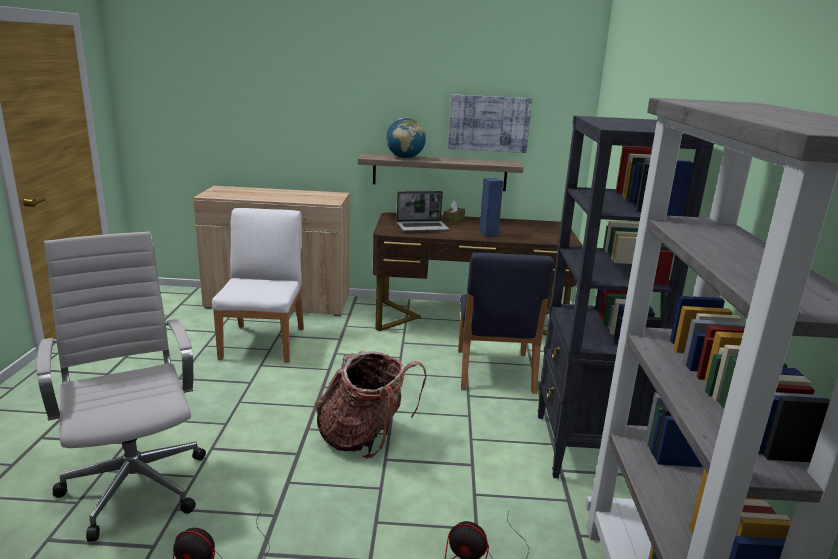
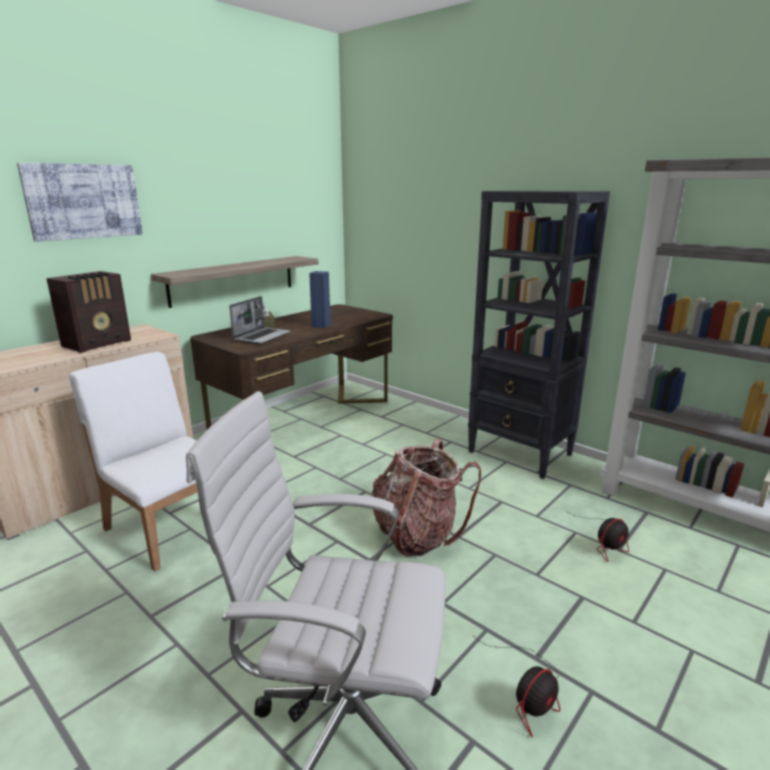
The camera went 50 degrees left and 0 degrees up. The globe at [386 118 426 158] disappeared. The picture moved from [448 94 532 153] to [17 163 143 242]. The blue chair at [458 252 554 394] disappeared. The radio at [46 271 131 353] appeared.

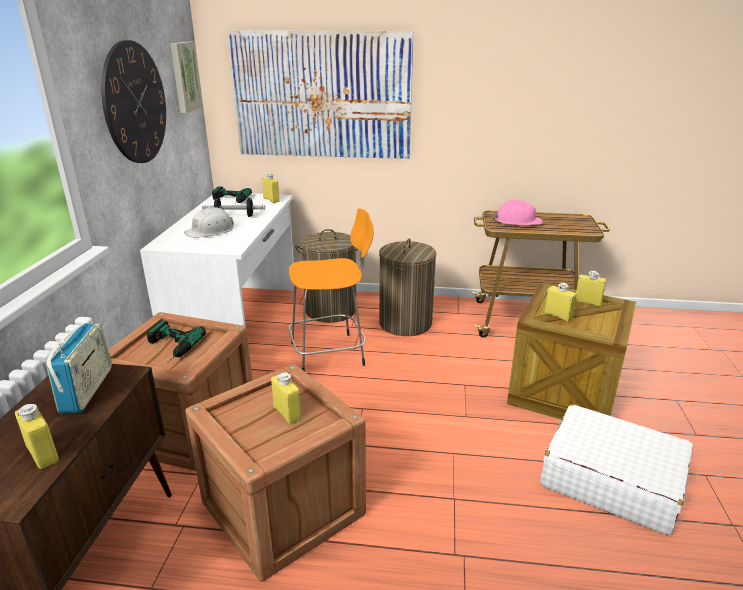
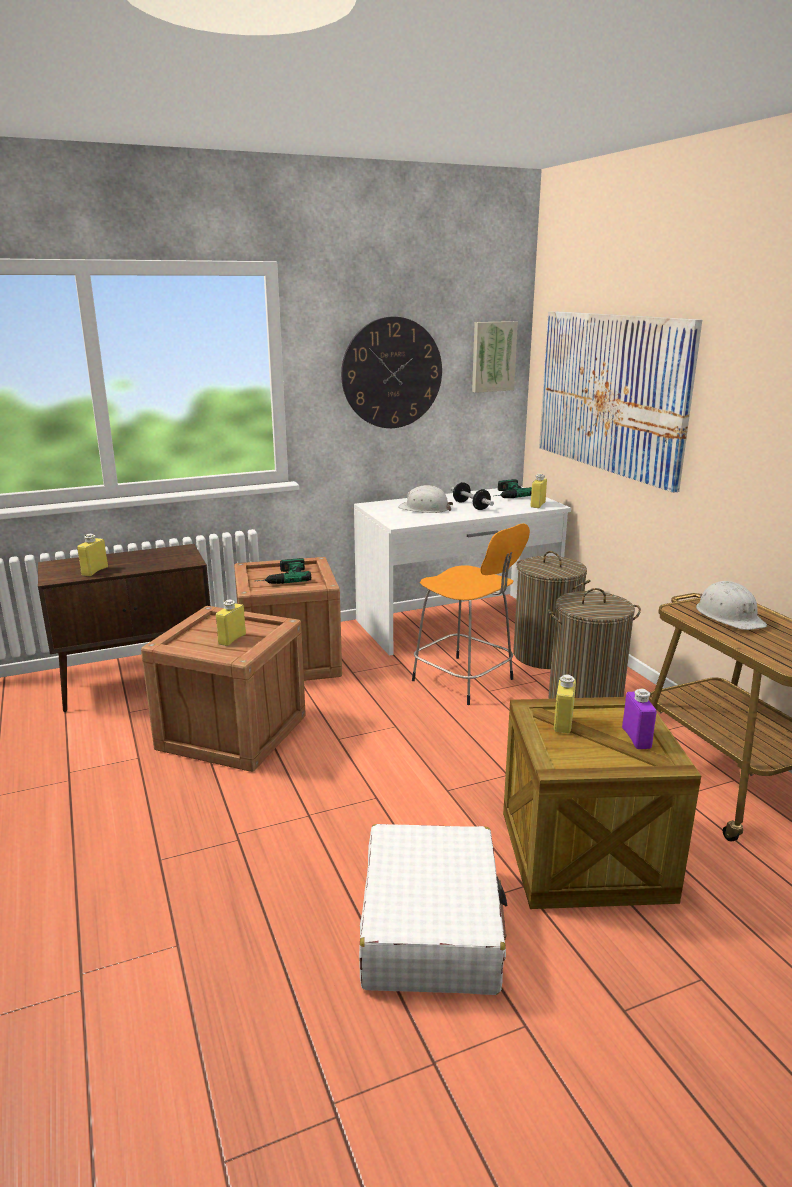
The camera went 60 degrees right and 5 degrees down. The radio at [46 323 112 413] disappeared. The pink hard hat at [492 200 542 225] became the white hard hat at [696 581 767 630]. The yellow bottle at [576 271 606 307] became the purple bottle at [622 689 657 749].

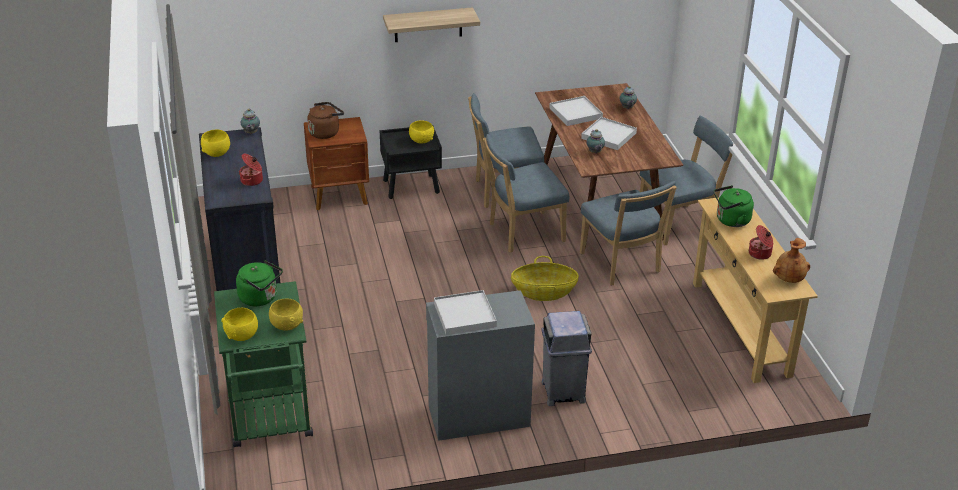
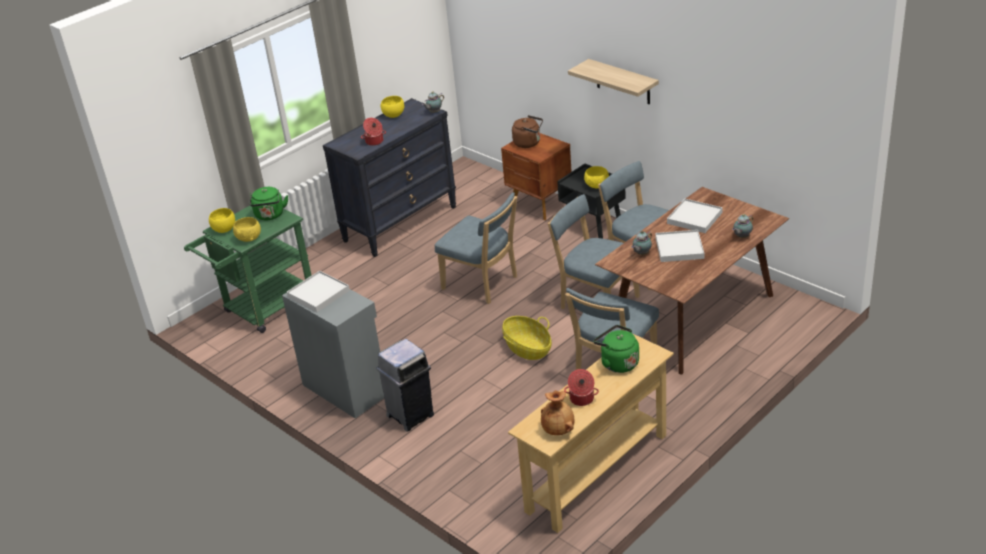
The camera went 60 degrees right and 0 degrees up. The blue chair moved from [640 116 733 245] to [435 192 517 304].

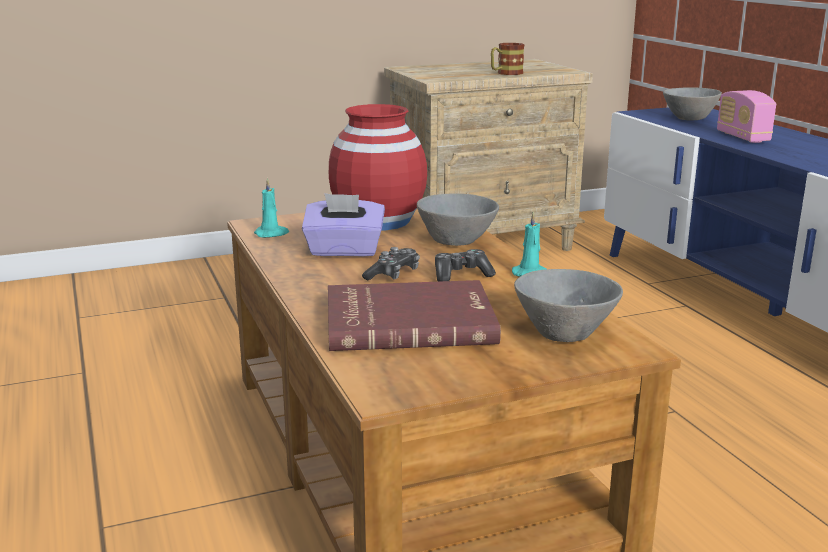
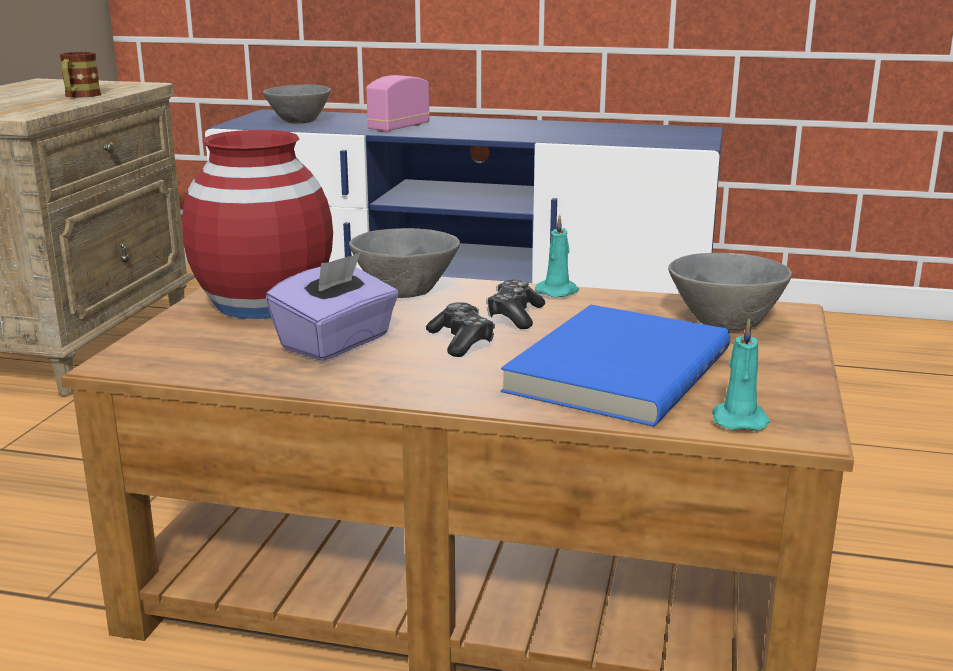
The camera went 55 degrees left and 0 degrees up. The turquoise candle moved from [254 178 289 238] to [712 319 770 430]. The red book at [328 280 501 351] became the blue book at [501 305 730 427]. The radio at [717 90 776 143] turned 105 degrees clockwise.

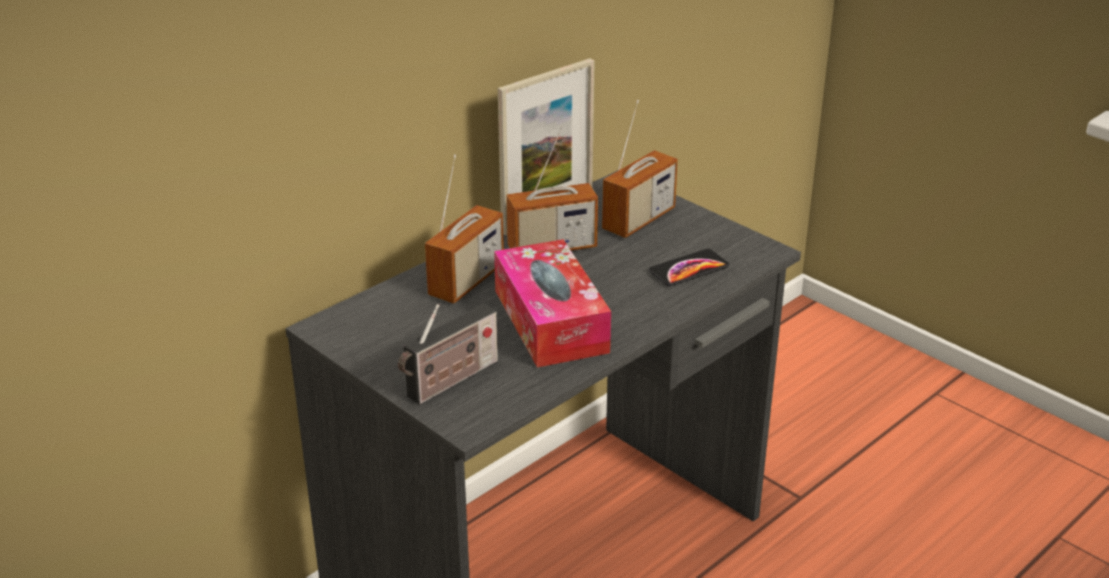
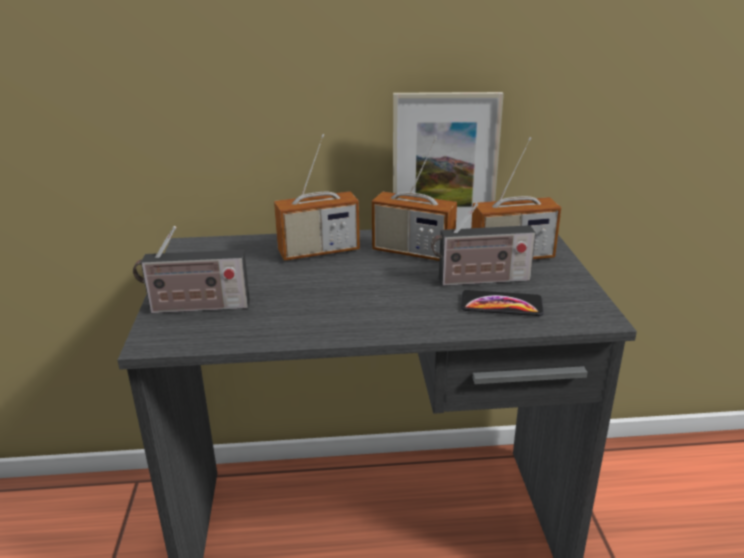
The camera went 40 degrees right and 5 degrees down. The tissue box at [494 239 611 367] disappeared. The radio at [431 203 536 286] appeared.

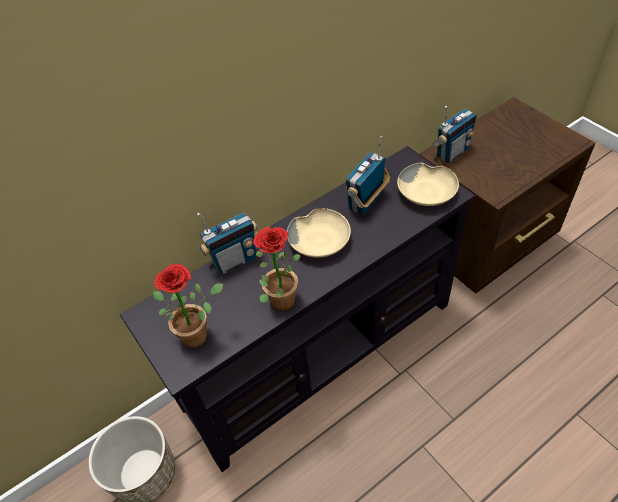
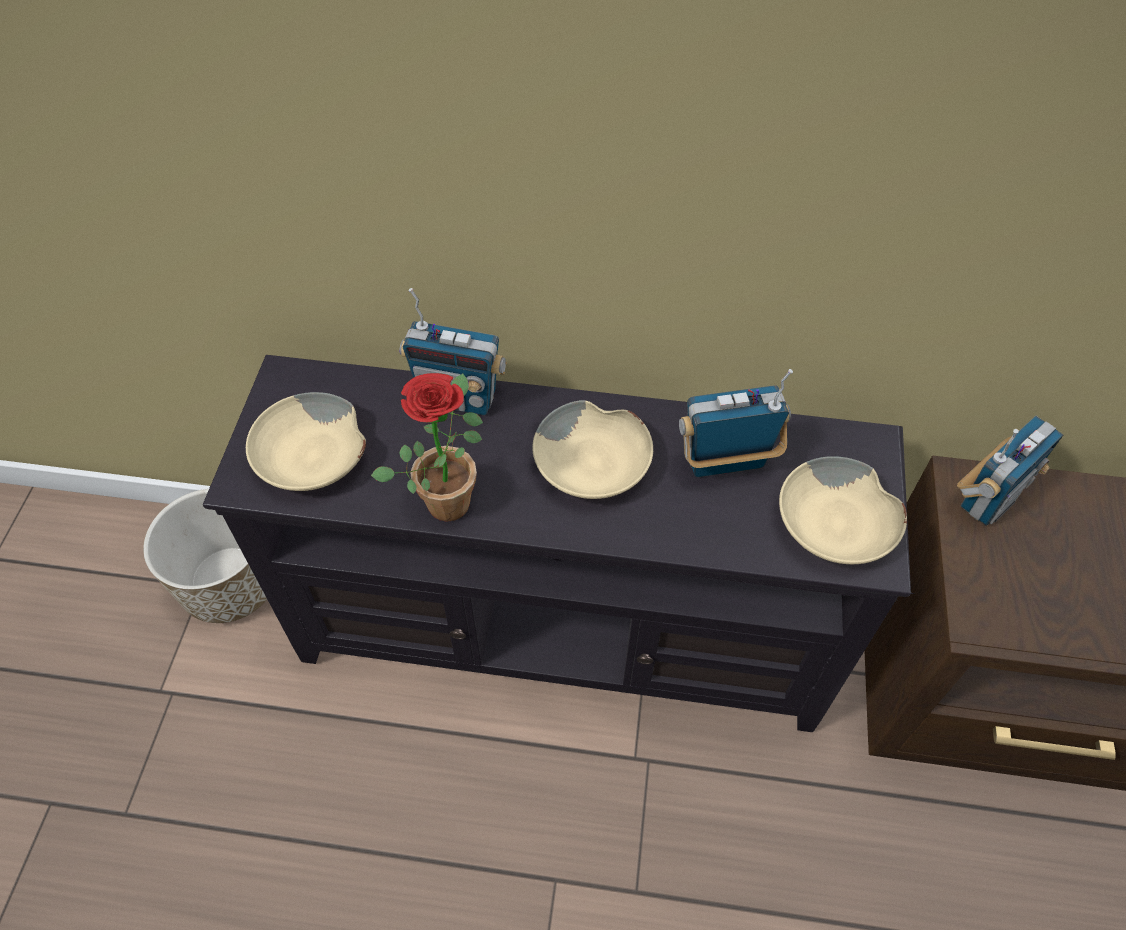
The camera went 40 degrees right and 5 degrees up. The potted plant at [153 264 223 348] was replaced by the beige bowl at [246 392 366 491]. The radio at [432 106 477 163] turned 45 degrees counterclockwise.

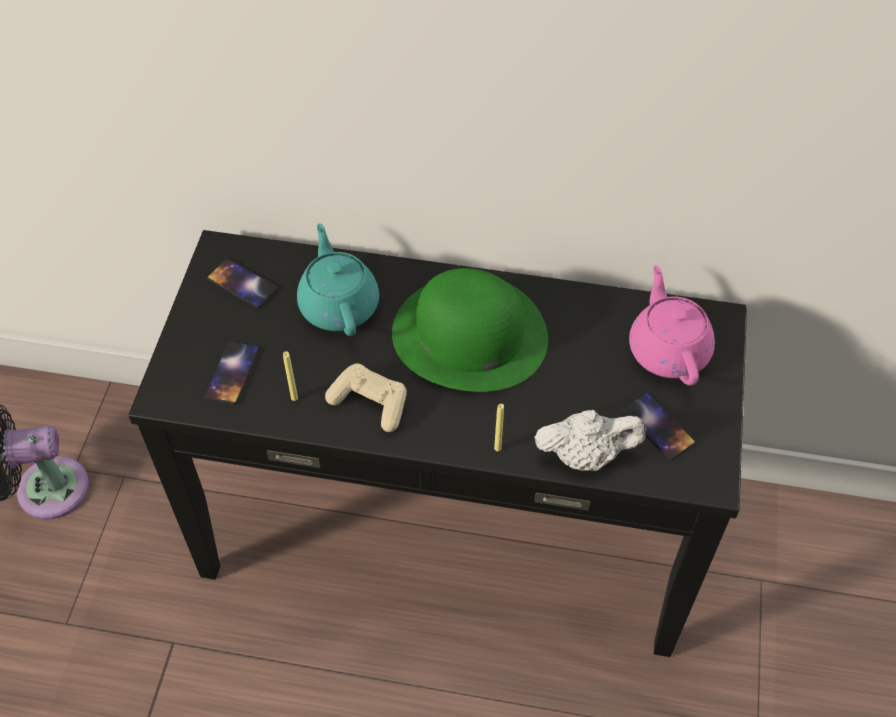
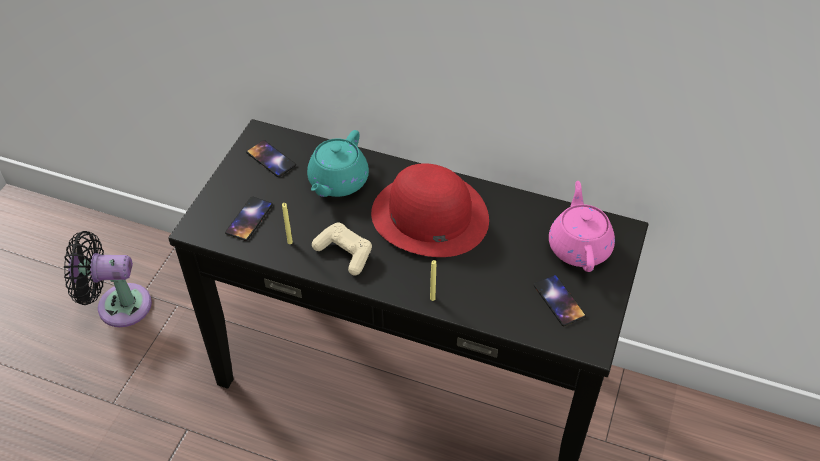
The camera went 10 degrees right and 5 degrees down. The turquoise teapot at [297 224 379 336] turned 150 degrees counterclockwise. The green hat at [392 268 548 392] became the red hat at [371 163 489 257]. The white teapot at [535 410 647 471] disappeared.

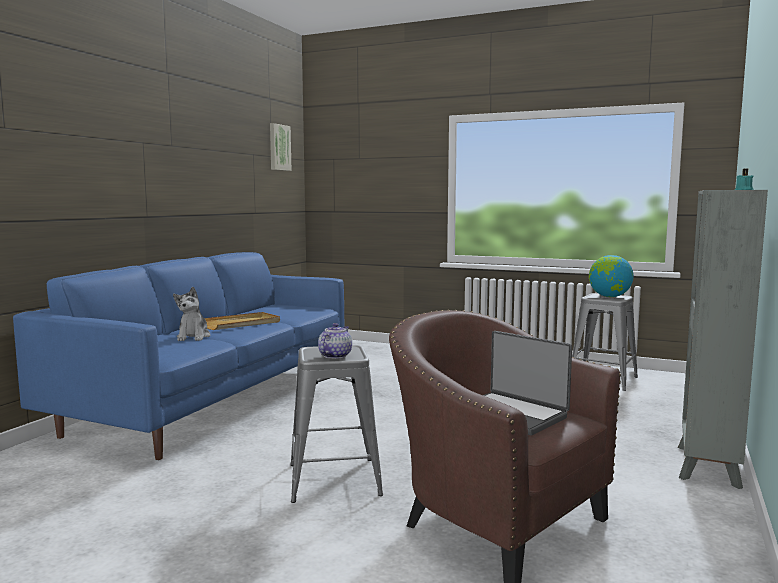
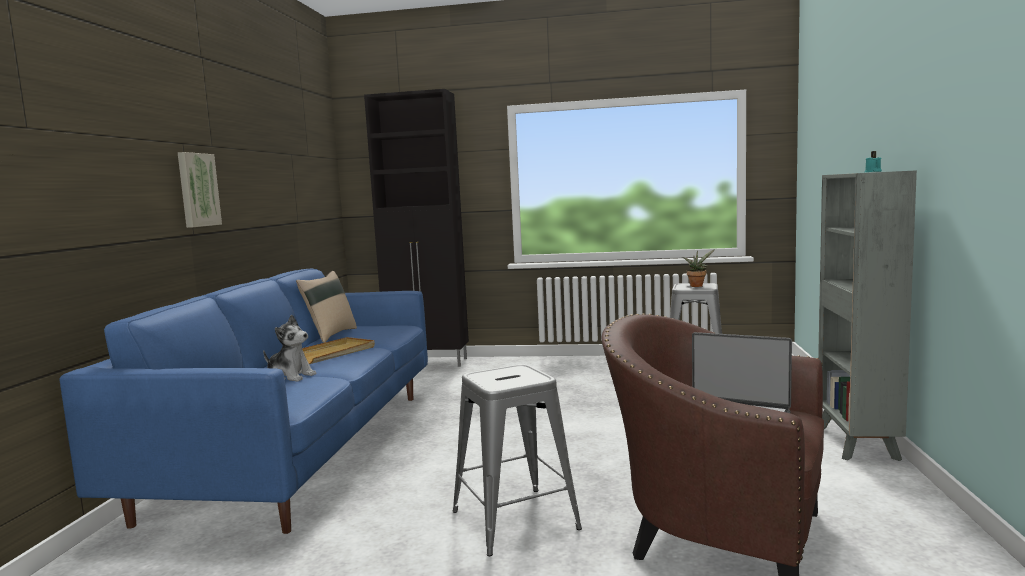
The camera went 15 degrees left and 0 degrees up. The plush toy at [173 287 210 341] turned 45 degrees counterclockwise. The picture moved from [270 123 292 171] to [177 152 222 228]. The teapot at [318 323 352 359] disappeared. The globe at [589 255 634 297] was replaced by the potted plant at [683 250 714 287]. The beige pillow at [296 271 357 343] appeared. The black cabinet at [364 89 469 367] appeared.

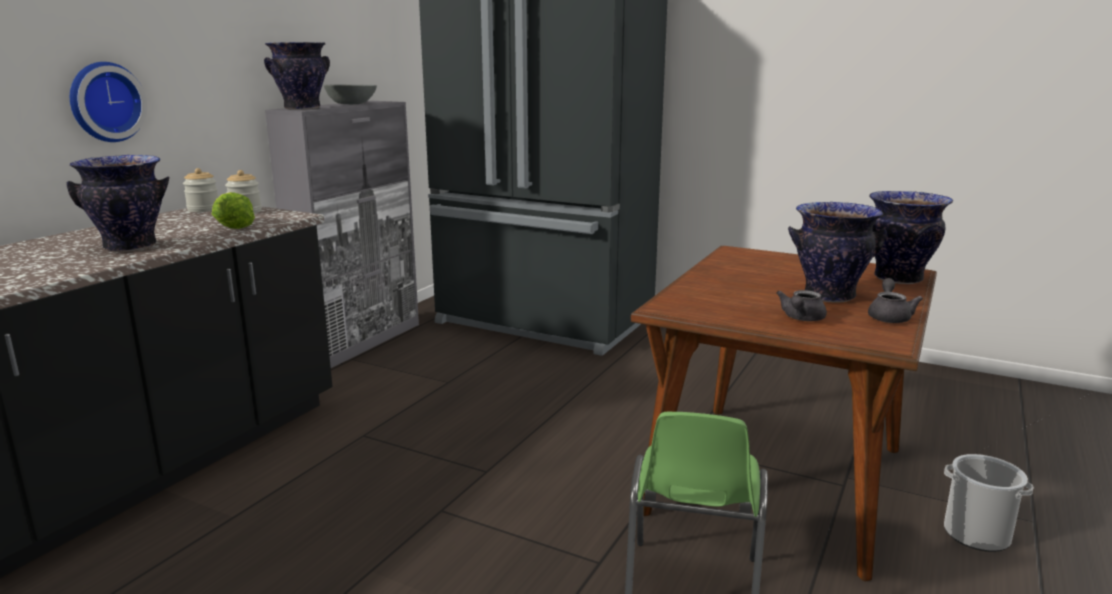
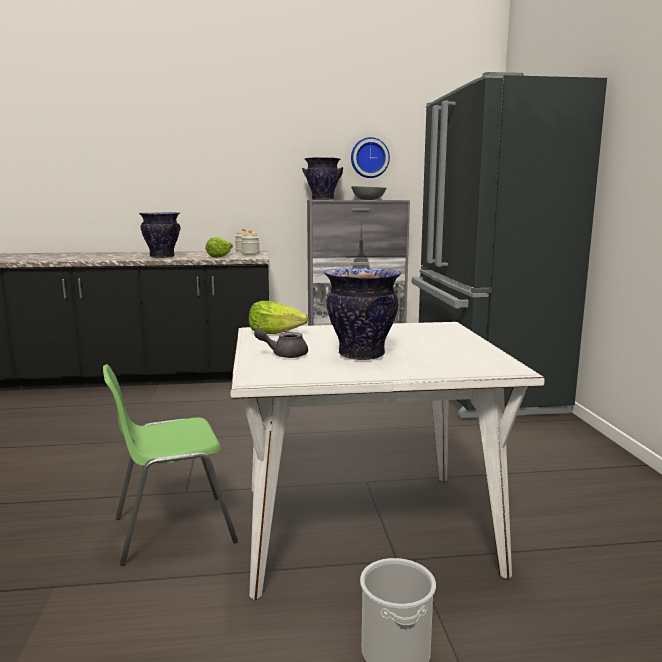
The camera went 55 degrees right and 5 degrees down. The wall clock moved from [70 62 147 142] to [351 137 390 178]. The brown dining table at [631 246 937 581] became the white dining table at [230 322 545 600]. The grey teapot at [868 278 923 323] disappeared. The vase at [869 191 953 284] disappeared. The lettuce at [249 301 308 334] appeared.

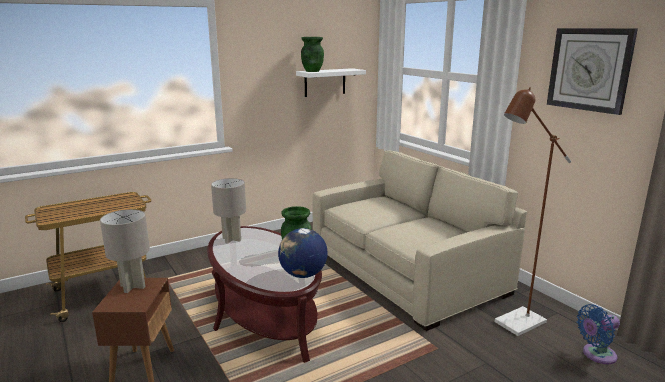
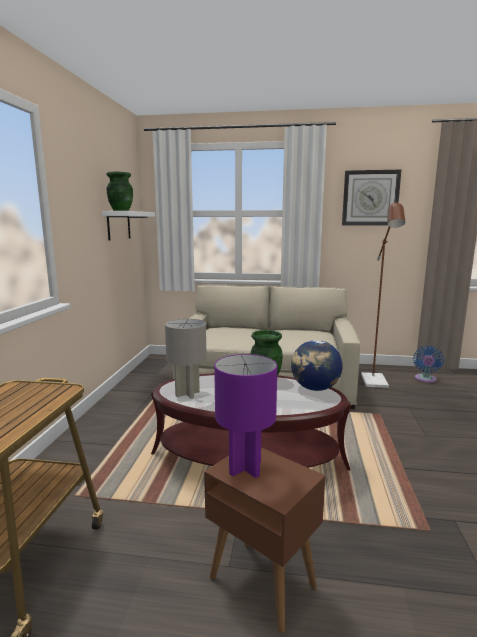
The camera went 50 degrees left and 5 degrees down. The grey table lamp at [100 209 150 293] became the purple table lamp at [214 354 277 478].

